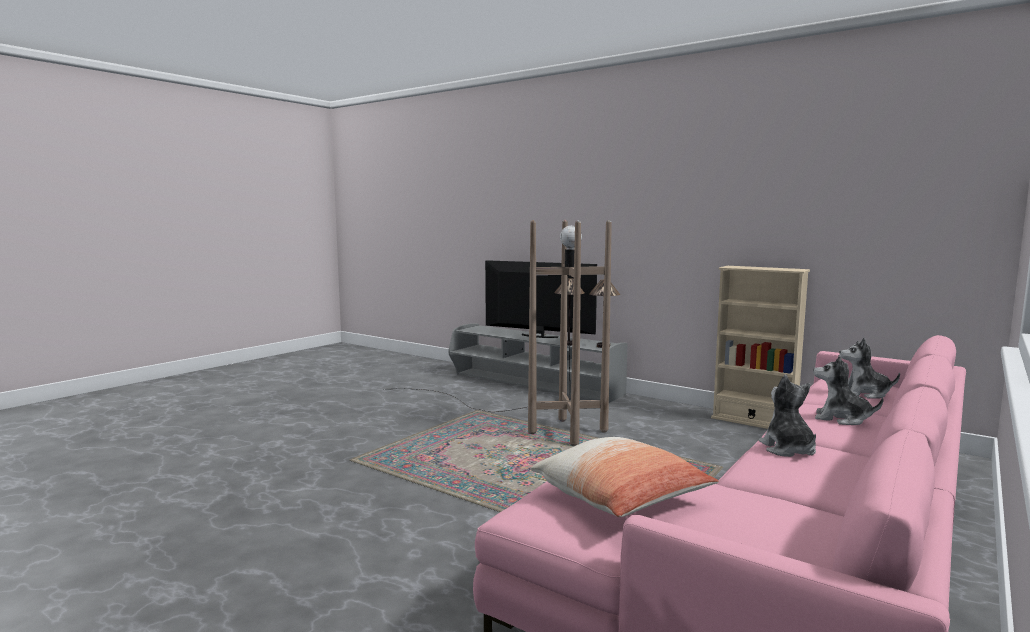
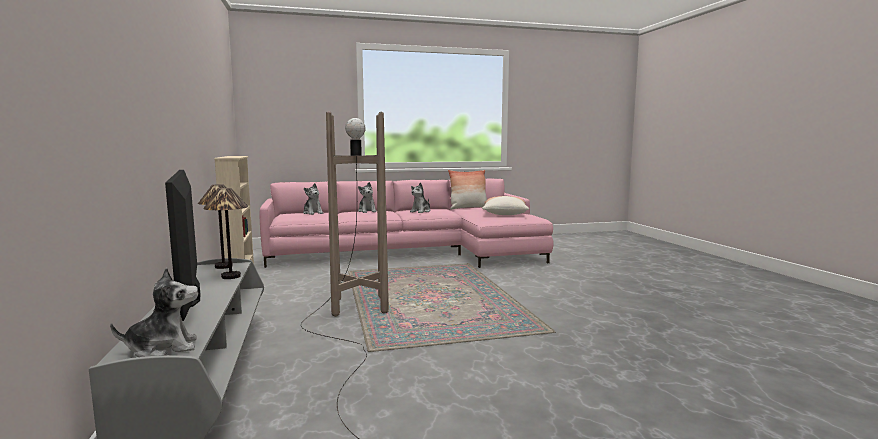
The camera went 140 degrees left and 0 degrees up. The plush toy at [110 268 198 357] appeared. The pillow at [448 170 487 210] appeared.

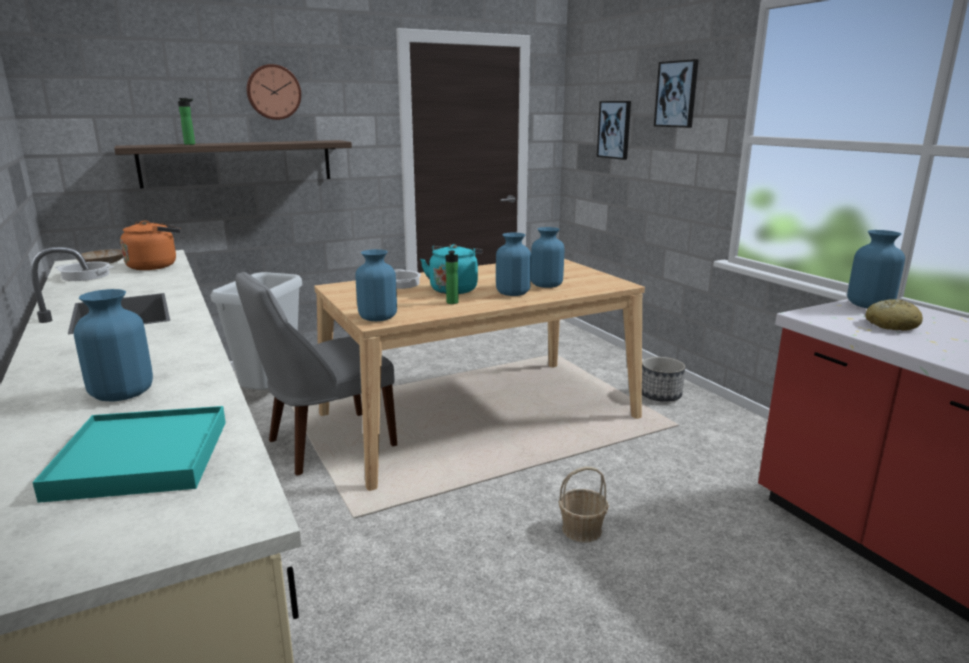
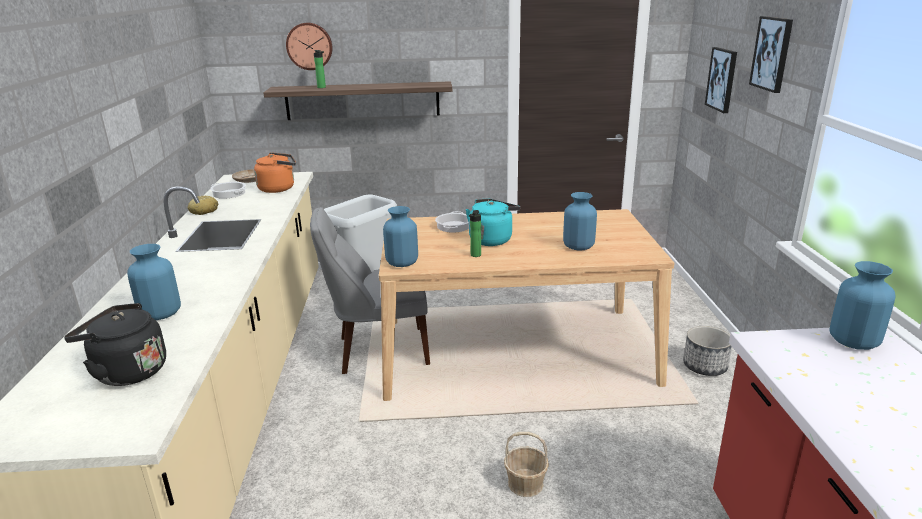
The camera went 25 degrees right and 5 degrees up. The turquoise tray at [32 406 226 503] was replaced by the black kettle at [64 303 166 386]. The wall clock moved from [246 64 301 120] to [286 23 332 70]. The blue vase at [496 233 531 296] disappeared. The bread moved from [866 299 923 331] to [188 196 218 215].

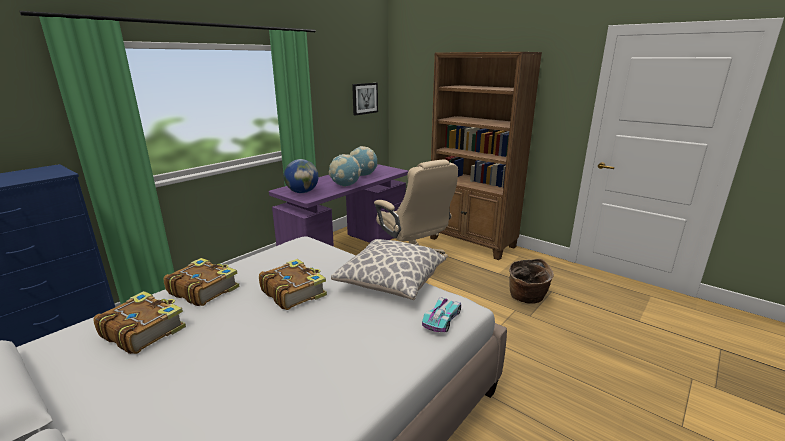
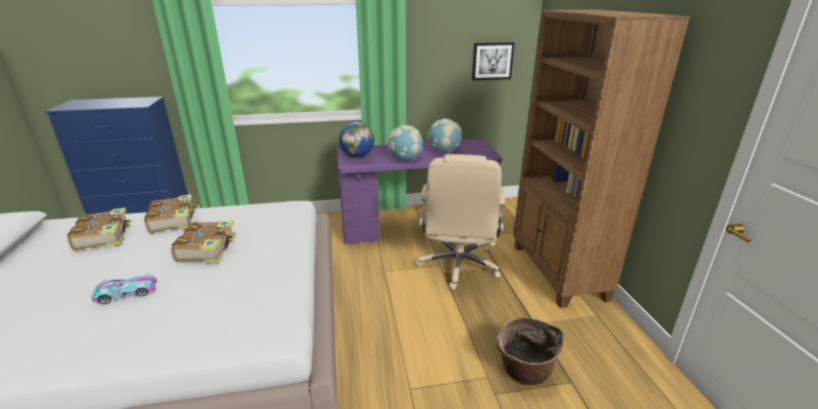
The camera went 40 degrees right and 5 degrees up. The pillow at [331 239 446 300] disappeared. The toy car moved from [422 298 461 332] to [91 274 157 304].

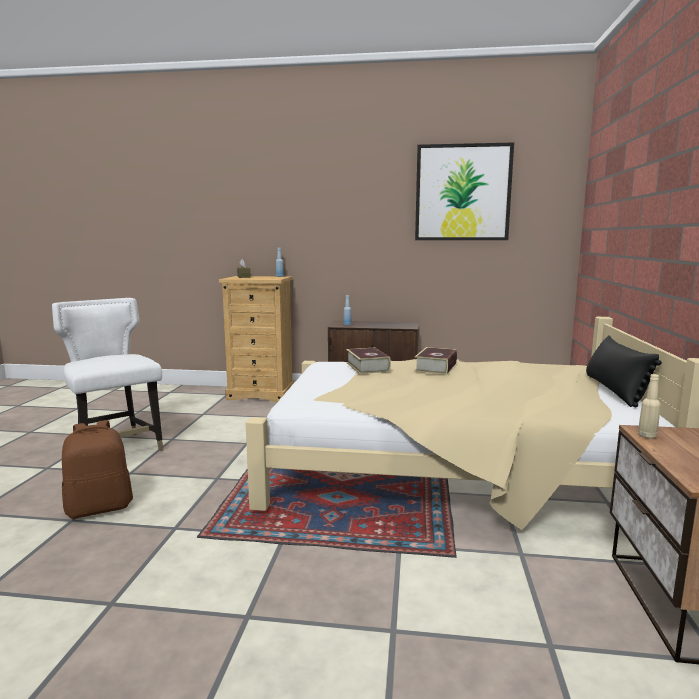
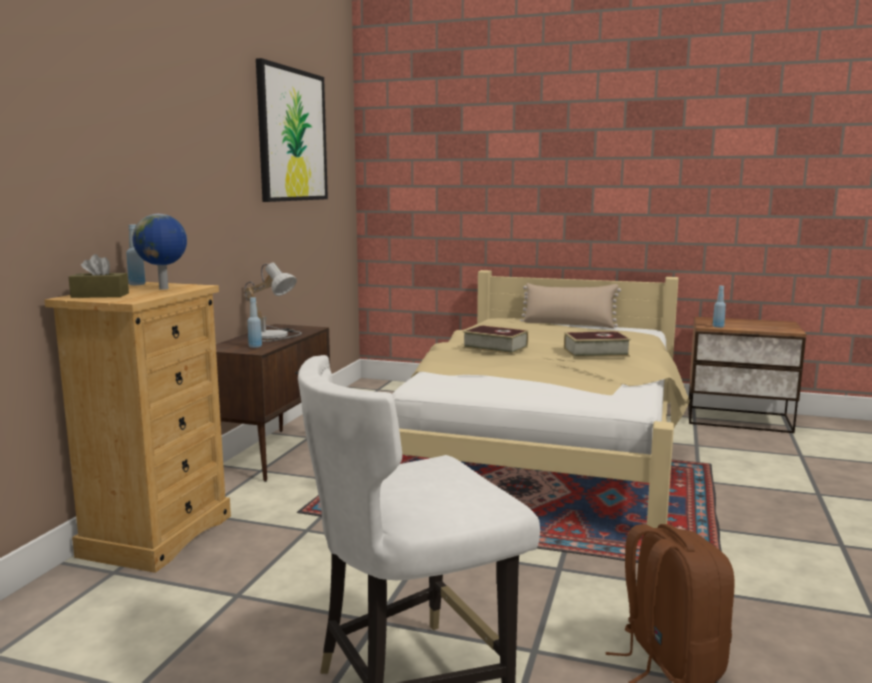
The camera went 80 degrees left and 0 degrees up. The book moved from [346 347 391 374] to [564 331 631 358]. The black pillow at [586 335 662 407] became the beige pillow at [520 283 621 328]. The beige bottle at [638 374 661 439] became the blue bottle at [713 286 726 328]. The globe at [132 214 187 290] appeared. The table lamp at [245 262 302 342] appeared.

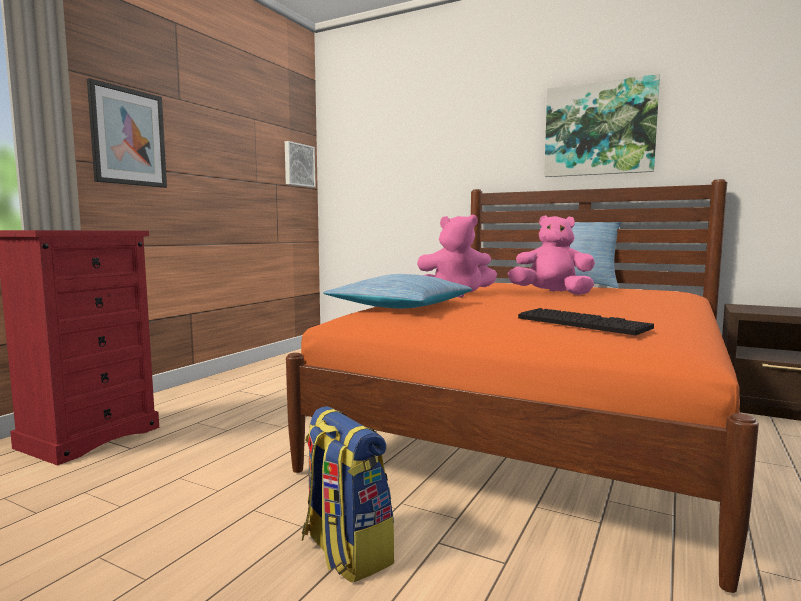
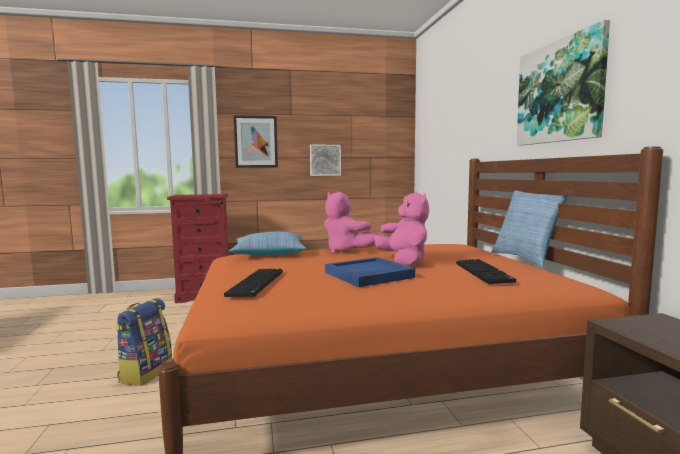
The camera went 50 degrees right and 0 degrees up. The picture moved from [285 141 316 187] to [310 145 341 176]. The blue tray at [325 257 415 287] appeared. The keyboard at [456 259 516 284] appeared.

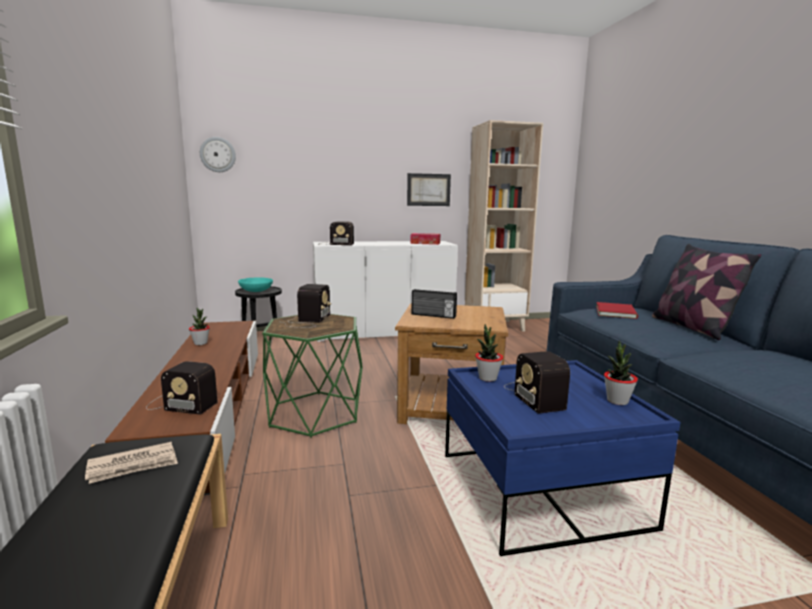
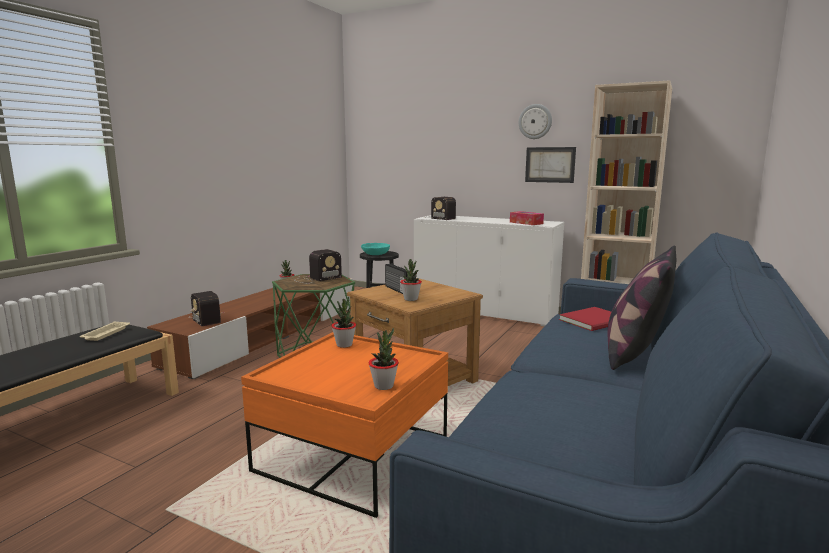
The camera went 40 degrees right and 0 degrees up. The newspaper at [85 442 178 484] was replaced by the beige tray at [80 322 130 341]. The wall clock moved from [200 137 236 172] to [519 104 552 139]. The blue coffee table at [445 360 681 556] became the orange coffee table at [241 332 448 518]. The radio at [504 351 570 414] disappeared. The potted plant at [400 259 422 301] appeared.

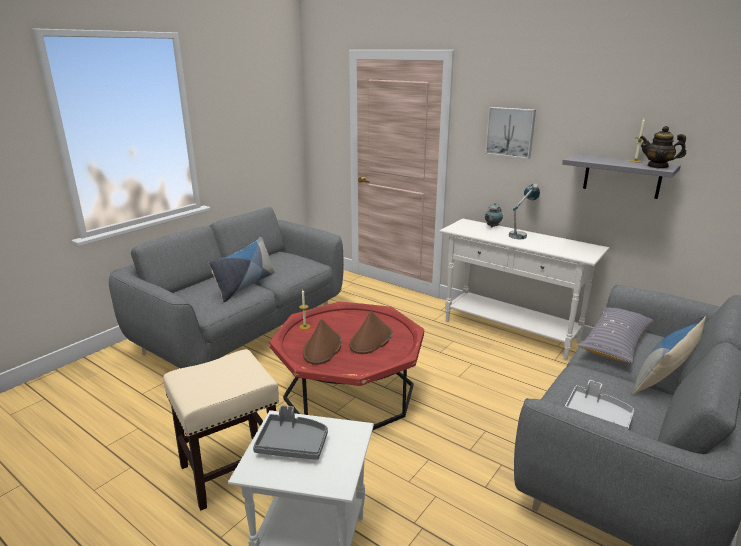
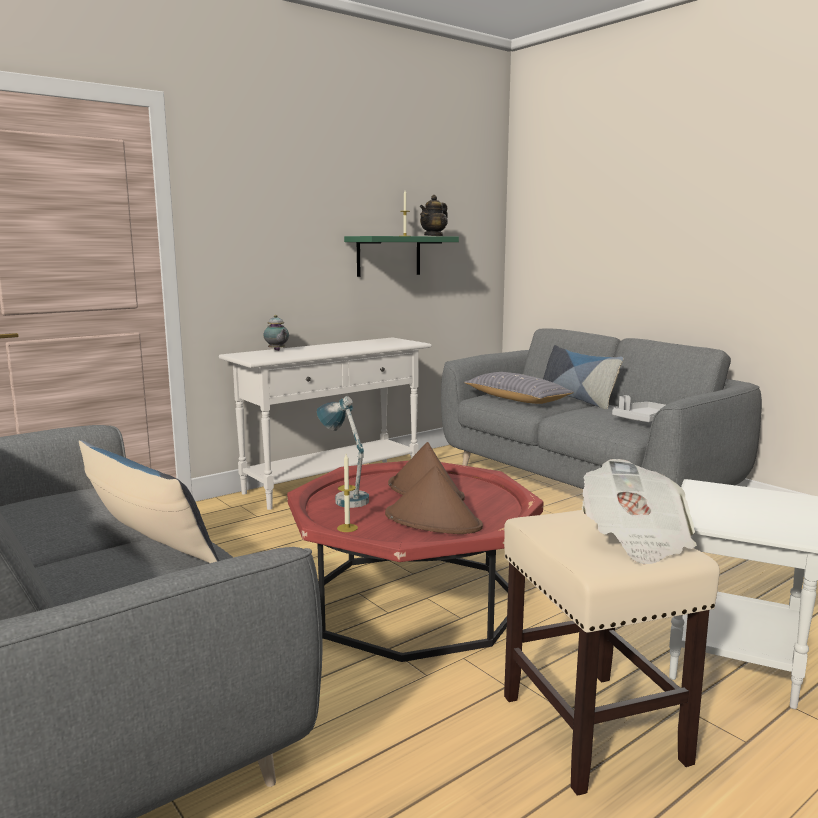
The camera went 75 degrees left and 10 degrees down. The grey tray at [253 405 328 460] disappeared. The picture at [485 107 536 159] disappeared. The table lamp moved from [509 183 540 239] to [317 396 369 508]. The grey shelf at [562 154 681 199] became the green shelf at [344 236 459 277]. The newspaper at [582 459 697 564] appeared.

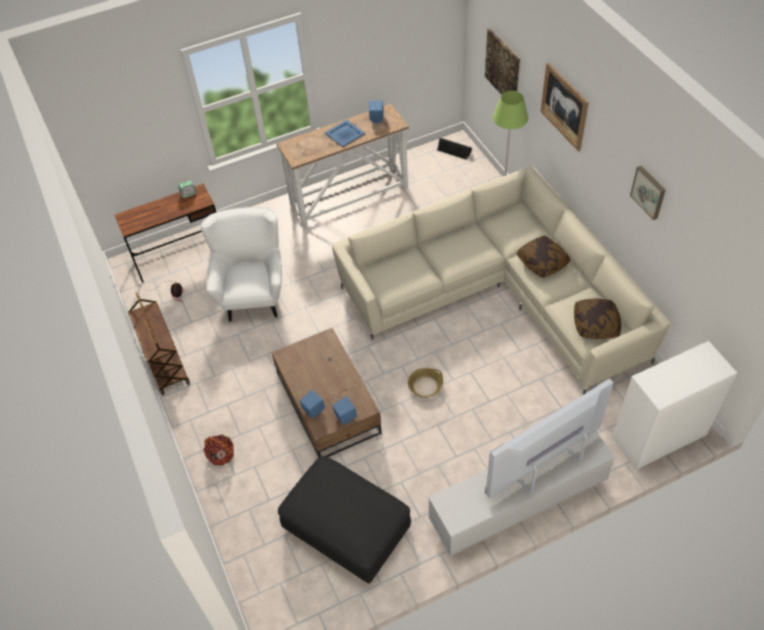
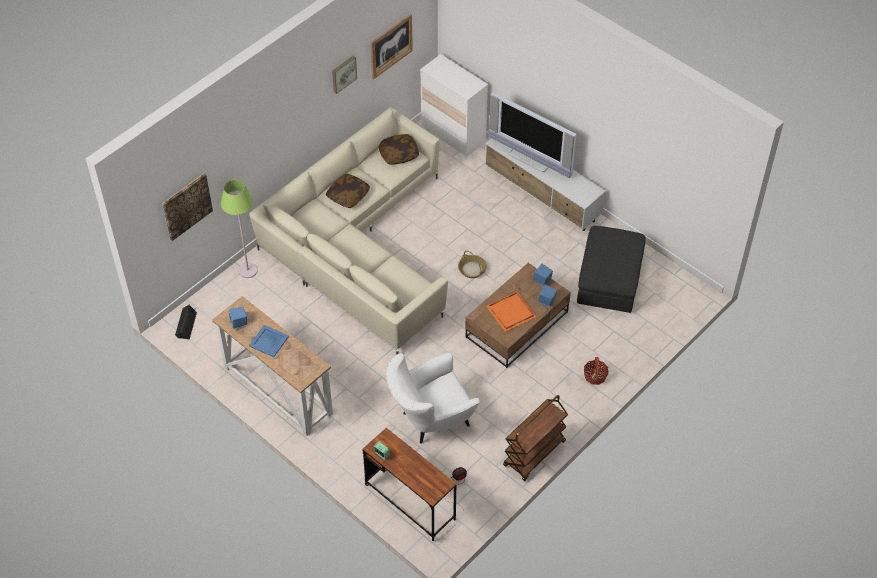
The camera went 115 degrees left and 0 degrees up. The picture moved from [540 63 589 152] to [370 14 413 80]. The orange tray at [486 292 537 332] appeared.

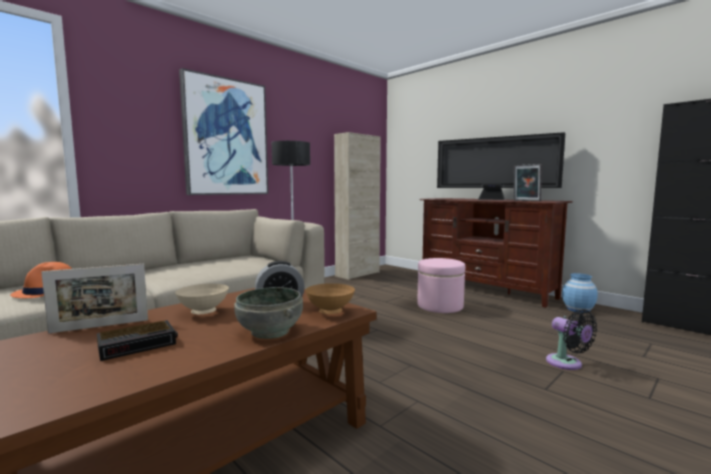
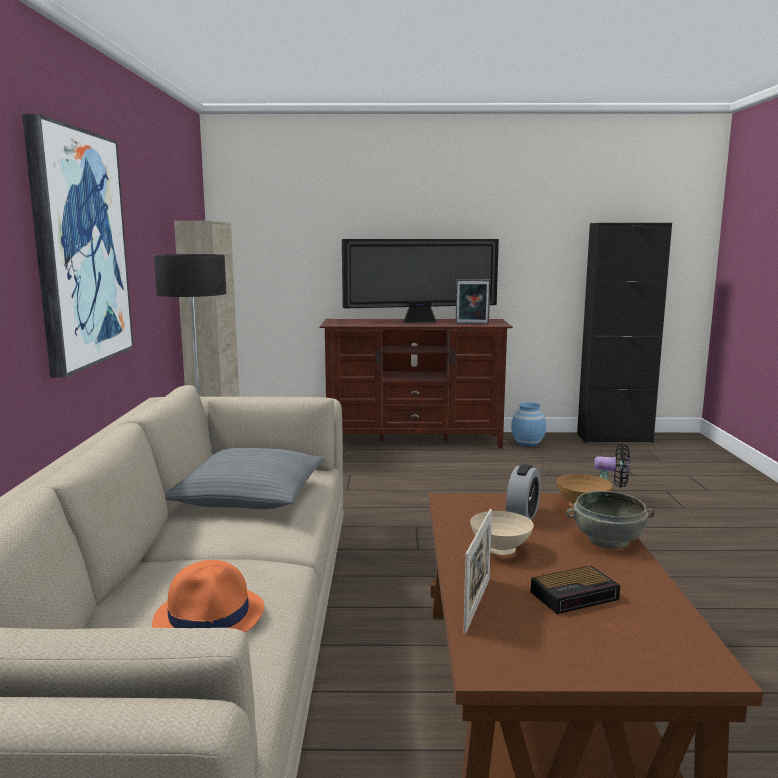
The camera went 45 degrees left and 5 degrees up. The alarm clock at [97 320 178 361] turned 60 degrees clockwise. The pink ottoman at [417 258 465 313] disappeared. The grey pillow at [164 448 325 509] appeared.

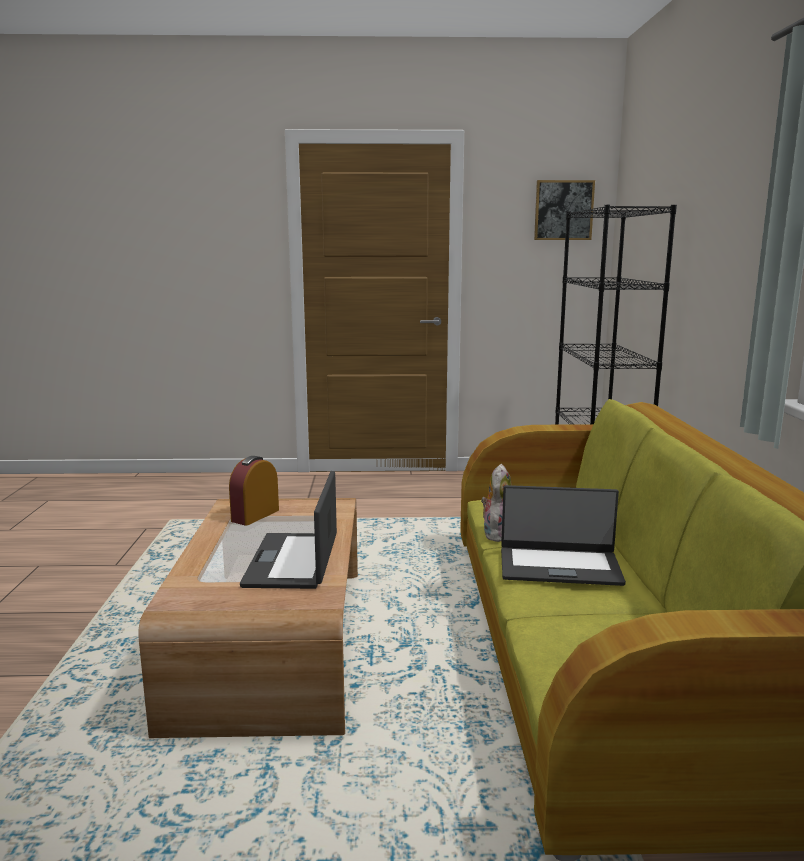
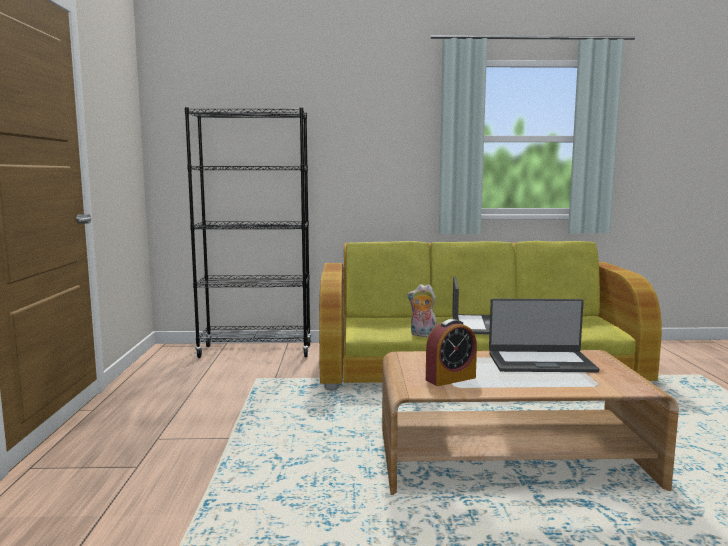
The camera went 90 degrees left and 5 degrees down. The alarm clock at [229 456 279 526] turned 60 degrees counterclockwise. The picture at [534 180 595 240] disappeared.

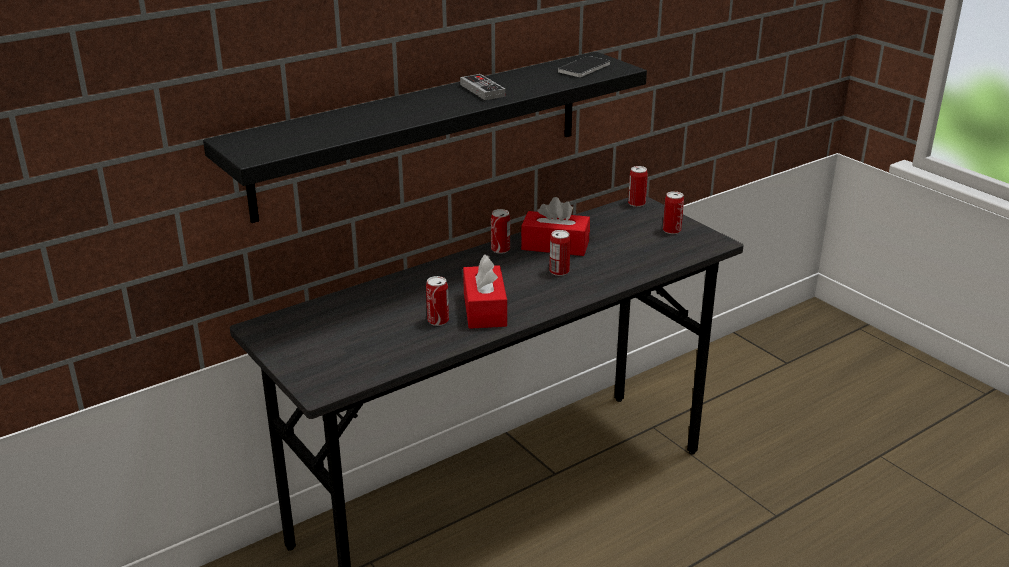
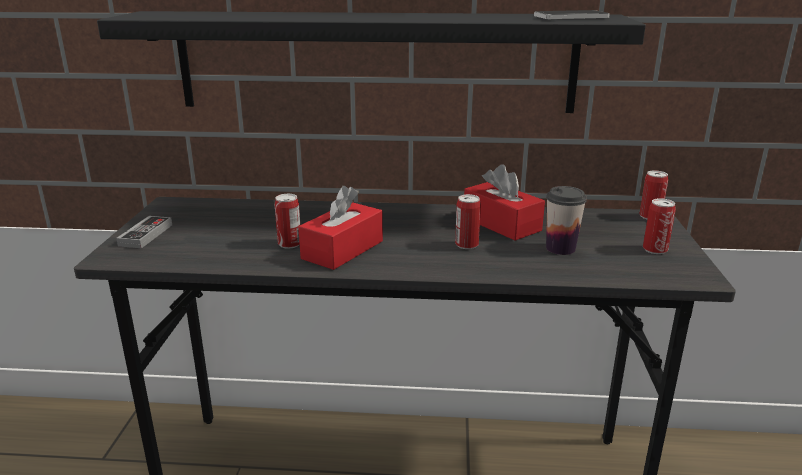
The camera went 40 degrees right and 5 degrees down. The game controller moved from [460 74 506 100] to [116 216 172 248]. The can at [491 209 510 254] disappeared. The cup at [546 186 587 255] appeared.

